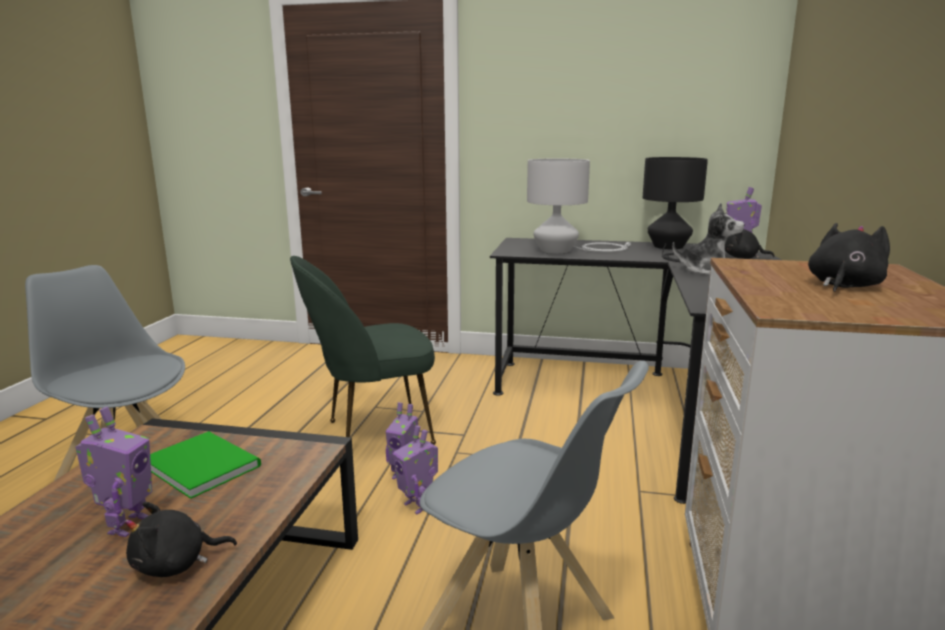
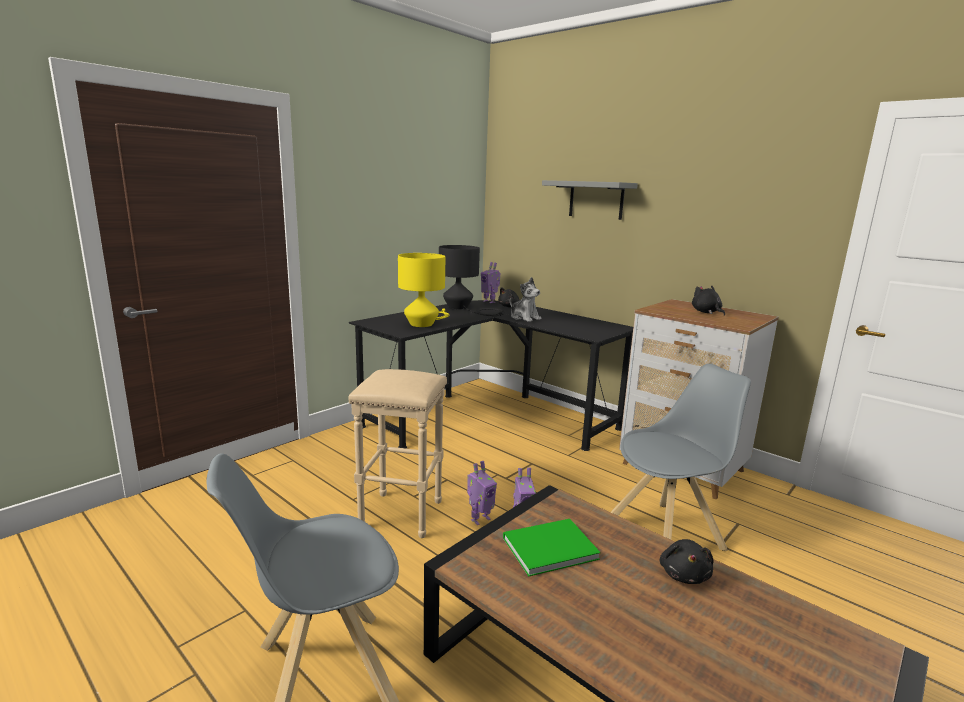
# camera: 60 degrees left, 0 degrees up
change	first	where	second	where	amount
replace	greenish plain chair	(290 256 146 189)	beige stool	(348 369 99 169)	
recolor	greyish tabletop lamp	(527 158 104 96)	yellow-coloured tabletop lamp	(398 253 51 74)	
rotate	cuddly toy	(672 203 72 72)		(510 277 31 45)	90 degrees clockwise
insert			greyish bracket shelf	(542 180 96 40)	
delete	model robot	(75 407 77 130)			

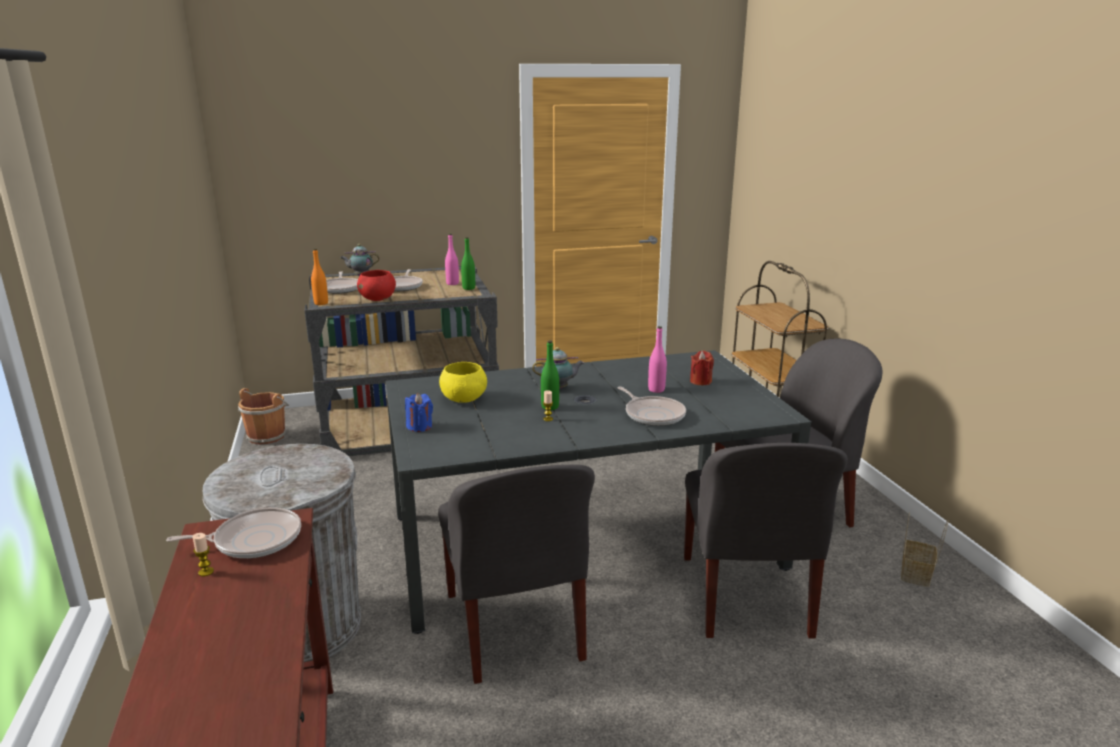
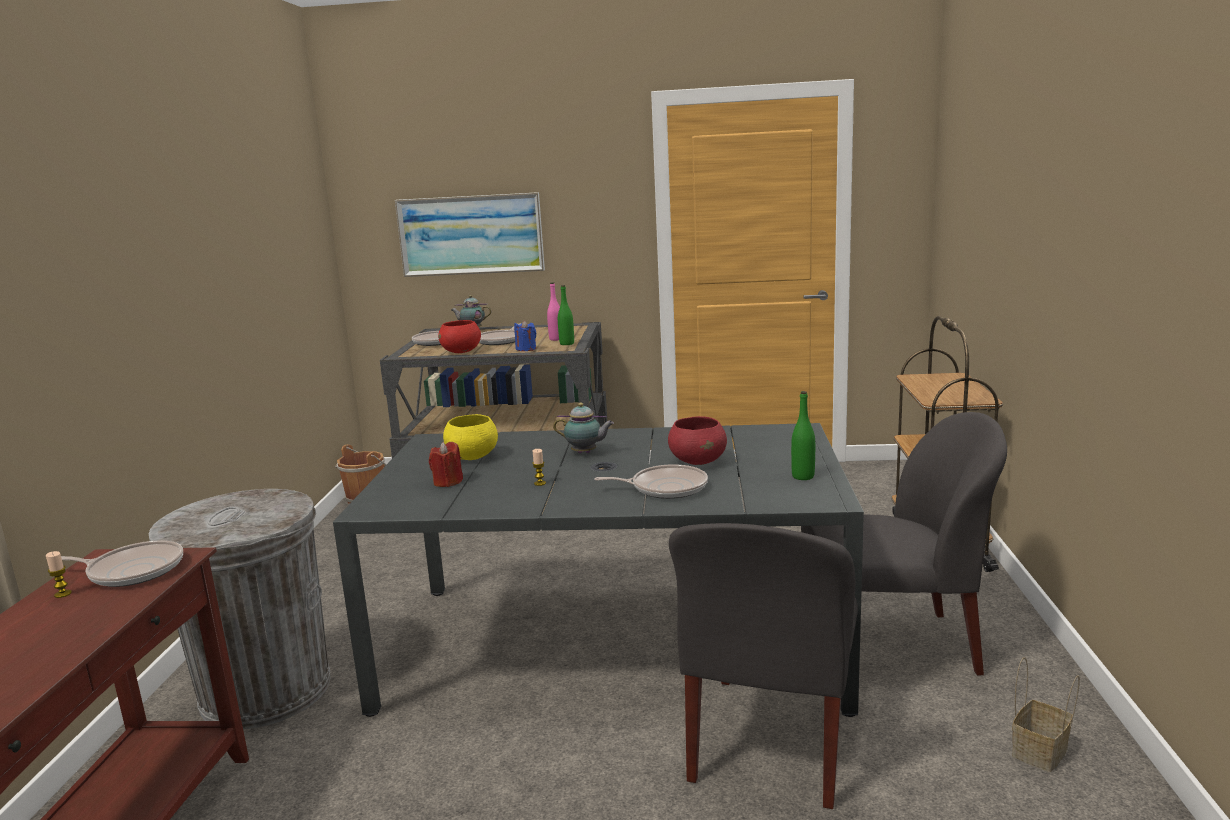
# camera: 20 degrees right, 5 degrees down
change	first	where	second	where	amount
insert			picture	(395 192 150 85)	
move	red candle	(690 351 24 34)		(429 442 34 45)	
move	blue-coloured candle	(405 393 28 39)		(514 320 22 31)	
rotate	frying pan	(617 387 69 39)		(594 464 114 35)	75 degrees counterclockwise
replace	pinkish beverage bottle	(648 326 19 67)	red serving bowl	(668 416 59 49)	
move	greenish beverage bottle	(541 340 18 70)		(791 391 24 89)	
delete	orange-coloured beverage bottle	(311 249 17 56)			
delete	greyish plain chair	(438 465 157 219)			

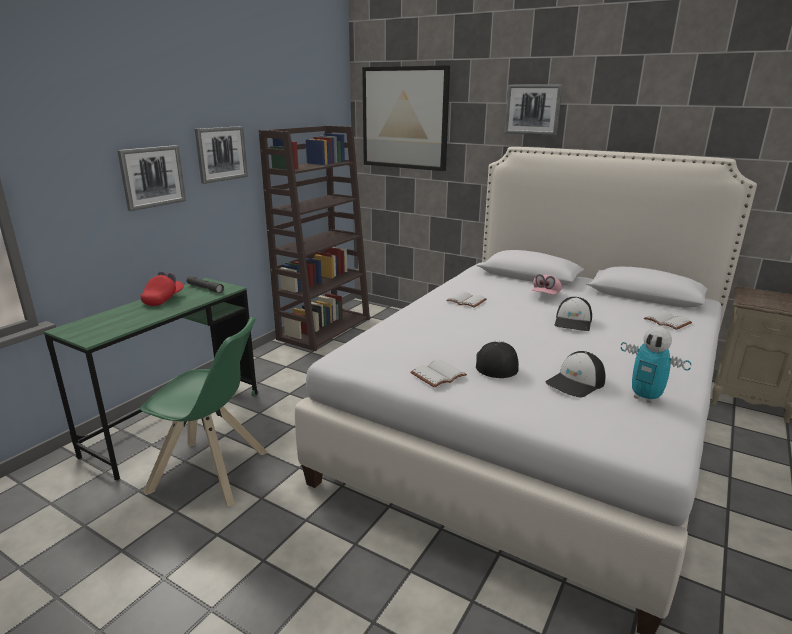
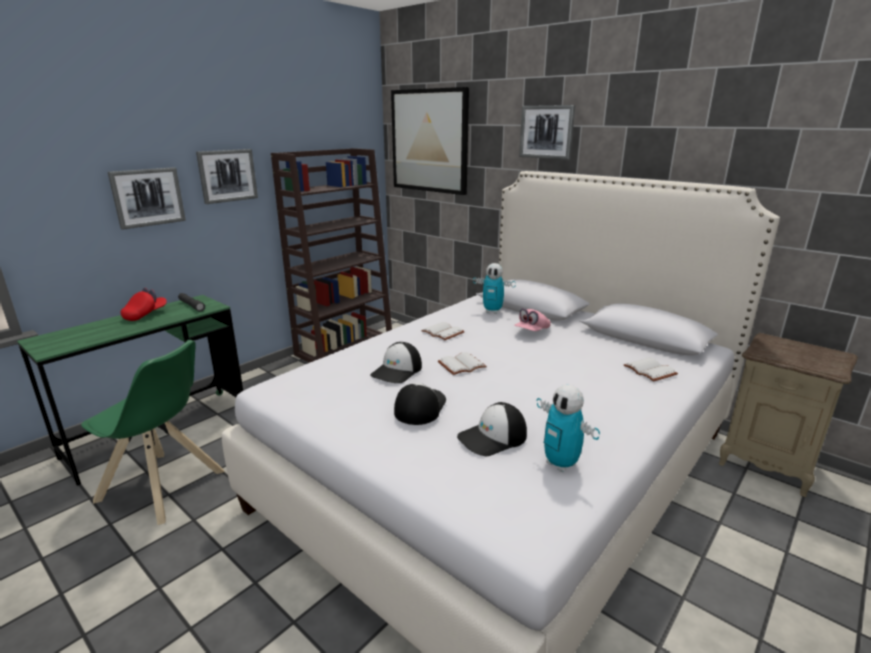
# camera: 10 degrees right, 0 degrees up
change	first	where	second	where	amount
move	cap	(555 297 37 34)		(370 342 52 41)	
move	whitish book	(410 359 57 29)		(438 352 49 23)	
insert			model robot	(473 263 43 51)	

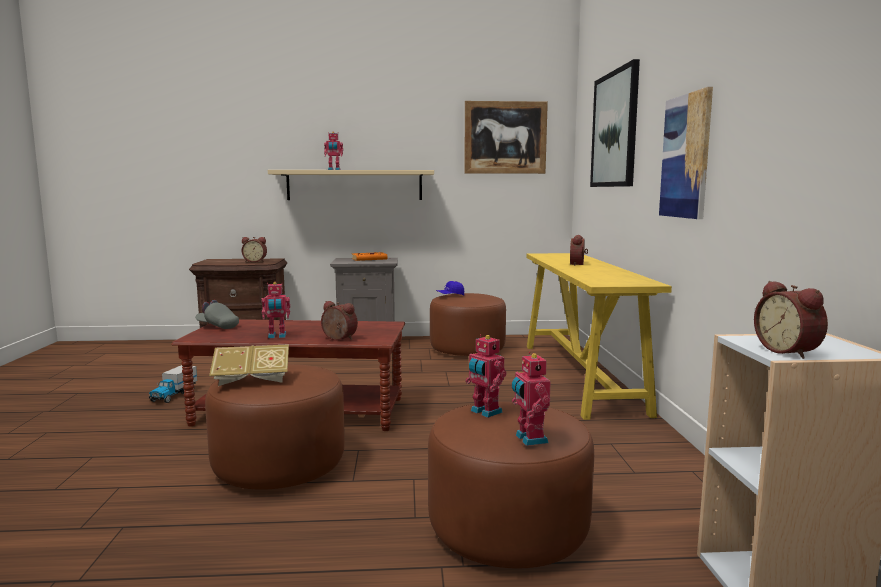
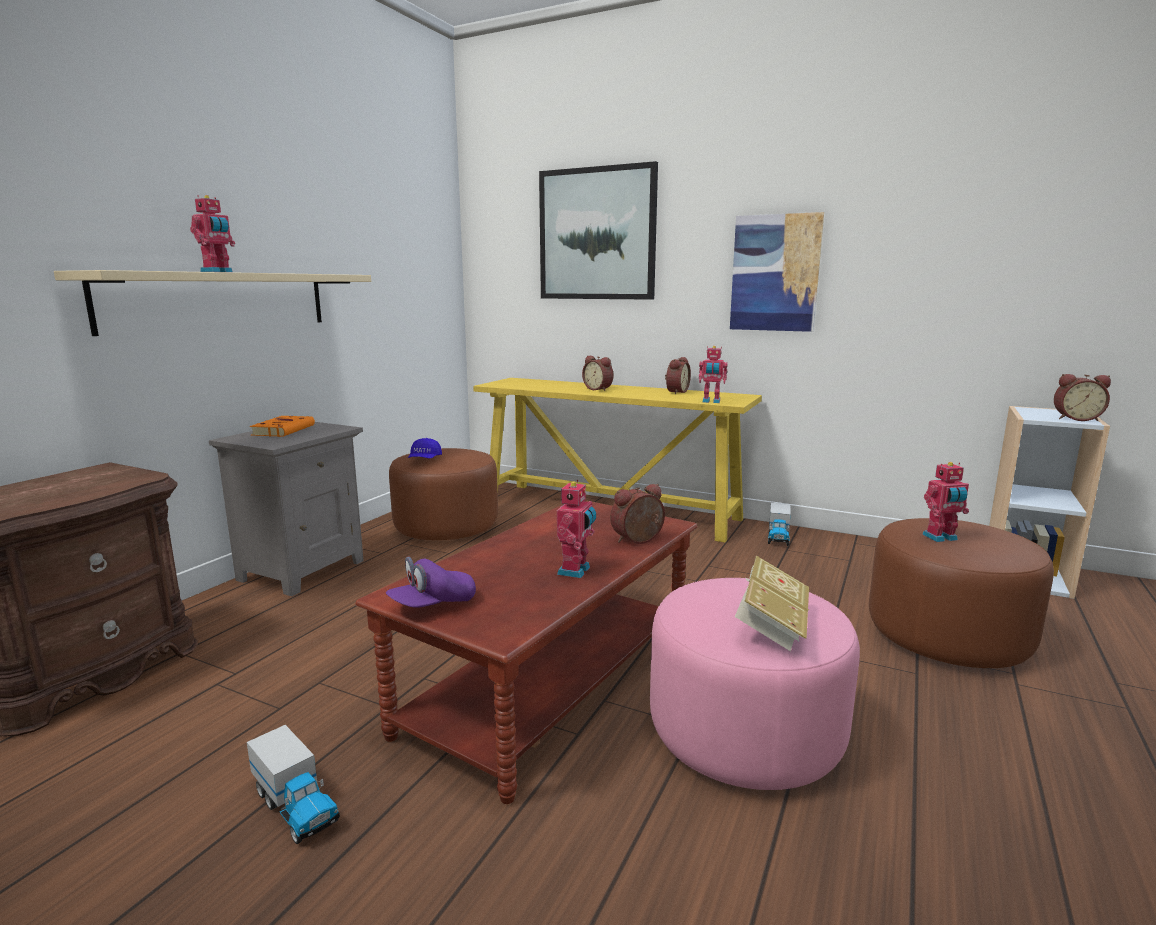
# camera: 60 degrees left, 5 degrees up
change	first	where	second	where	amount
recolor	greyish cap	(195 300 44 29)	purplish cap	(386 556 90 52)	
recolor	brownish pouffe	(205 364 140 126)	pinkish pouffe	(650 578 210 212)	
move	alarm clock	(242 237 25 25)		(665 357 26 37)	
move	model robot	(512 352 39 94)		(699 346 29 57)	
insert			model truck	(768 503 23 43)	
delete	picture	(464 101 84 73)			

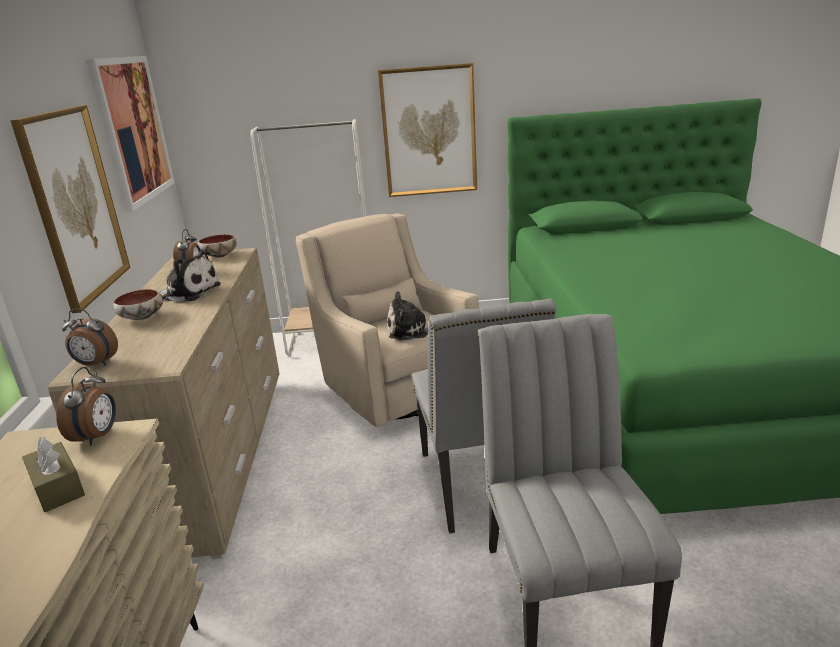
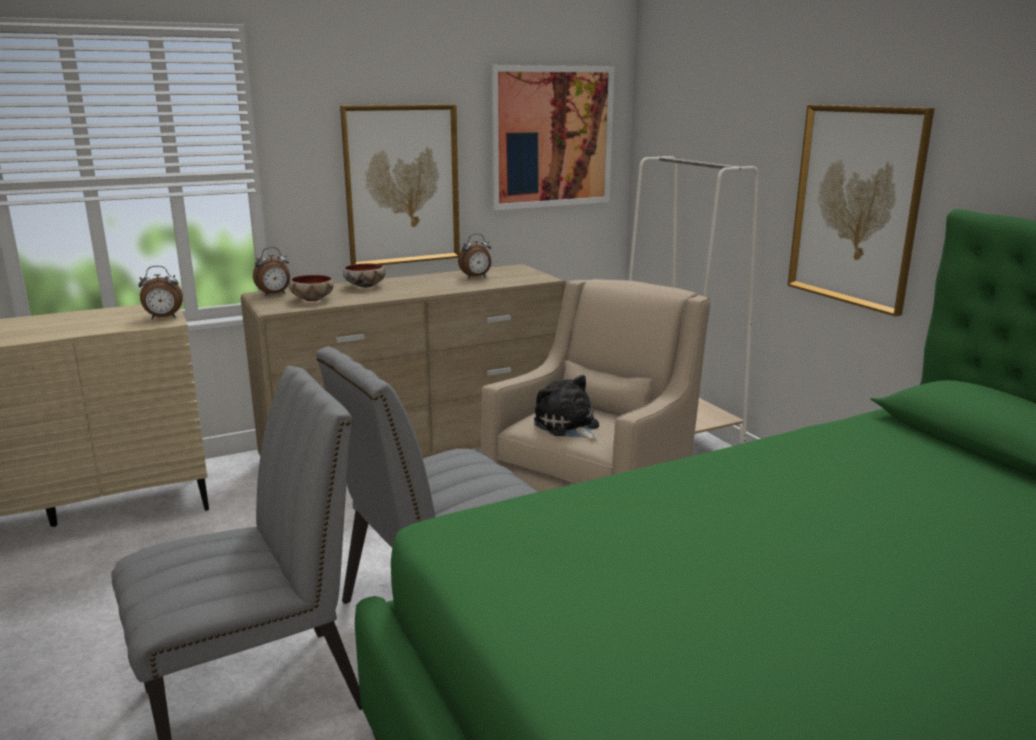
# camera: 65 degrees right, 5 degrees down
change	first	where	second	where	amount
rotate	alarm clock	(62 309 56 57)		(253 247 37 49)	105 degrees counterclockwise
move	serving bowl	(198 234 39 24)		(289 275 45 26)	
delete	brownish box of tissues	(22 437 63 75)			
delete	cuddly toy	(157 251 64 52)			

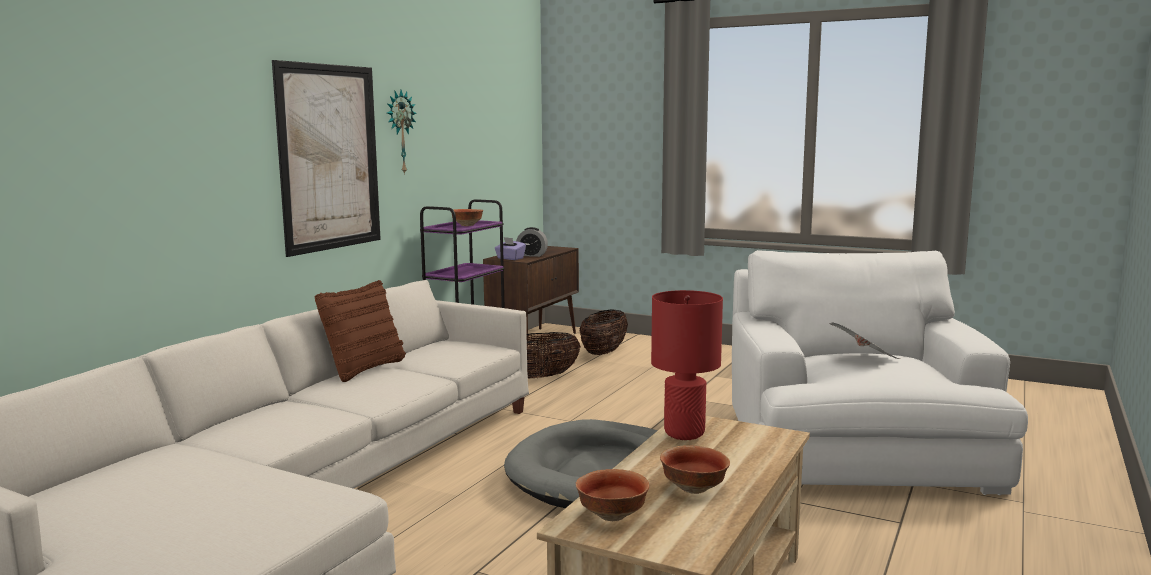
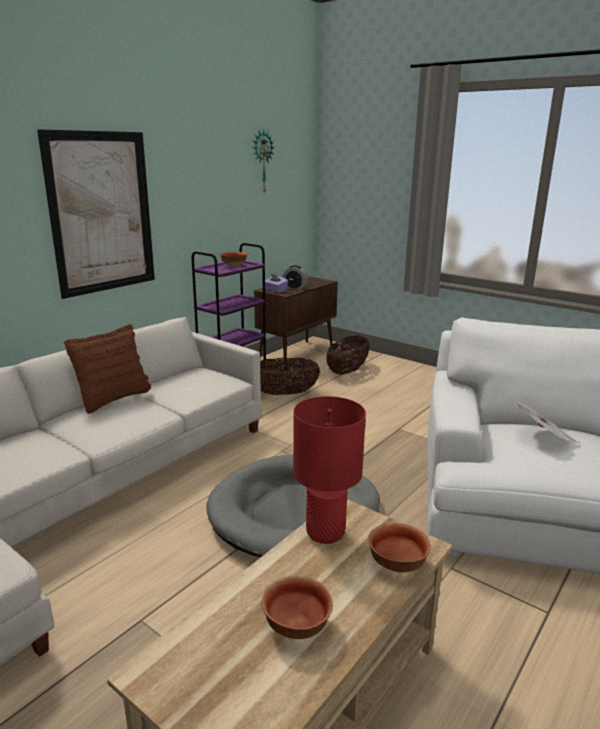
# camera: 10 degrees right, 10 degrees up
change	first	where	second	where	amount
move	clock on the wall	(387 90 30 85)		(252 129 23 65)	
move	serving bowl	(576 469 73 52)		(368 523 63 50)	

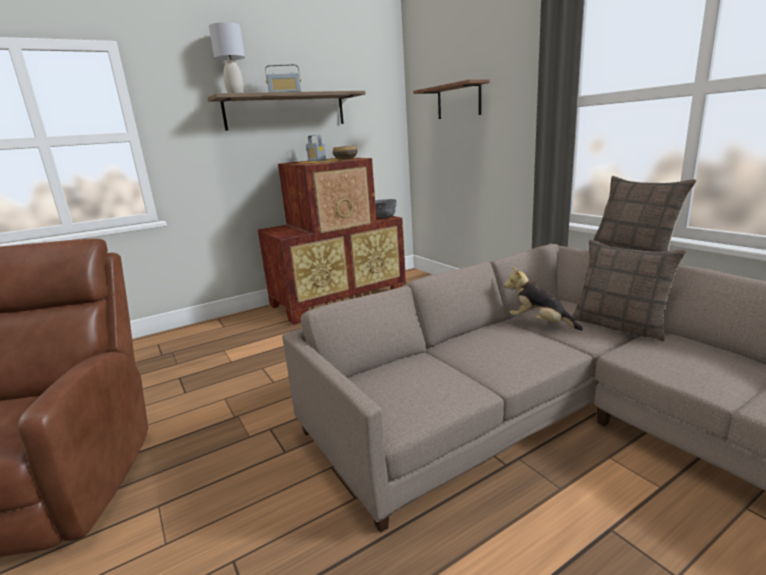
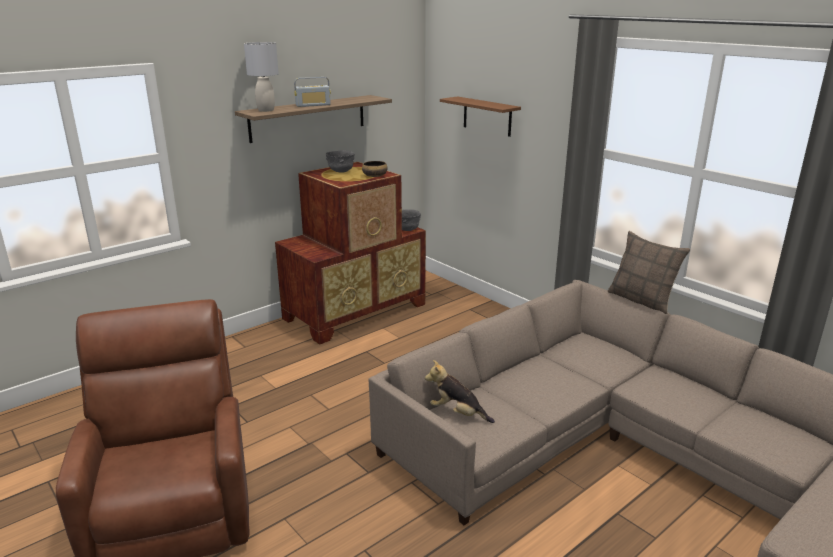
# camera: 10 degrees left, 5 degrees up
change	first	where	second	where	amount
replace	radio	(306 135 21 26)	greyish serving bowl	(326 150 29 23)	
move	cuddly toy	(504 267 79 64)		(425 360 70 63)	
delete	pillow	(572 239 115 103)			

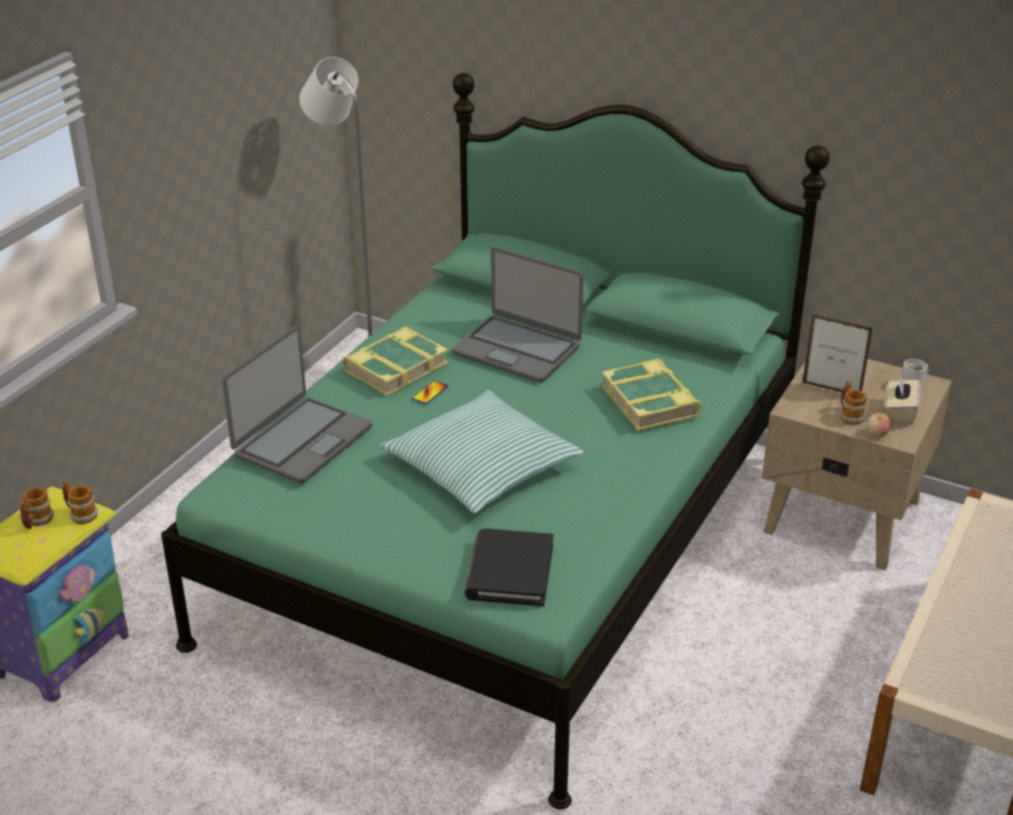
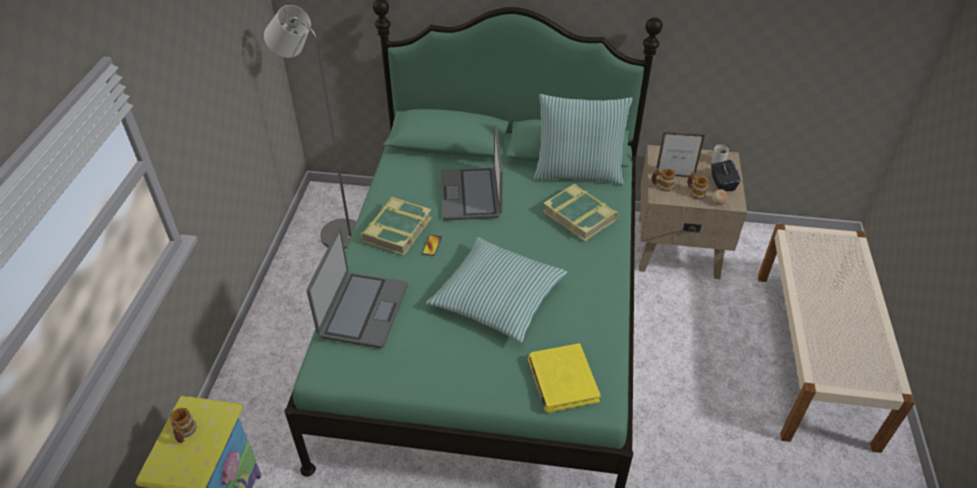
# camera: 20 degrees left, 10 degrees up
change	first	where	second	where	amount
rotate	portable computer	(452 247 132 136)		(441 124 62 97)	75 degrees clockwise
recolor	black-coloured book	(464 528 90 78)	yellow-coloured book	(528 343 73 70)	
insert			pillow	(534 94 99 91)	
move	tea mug	(63 480 35 44)		(651 168 24 24)	
recolor	beige box of tissues	(885 374 36 51)	black-coloured box of tissues	(711 160 29 31)	

